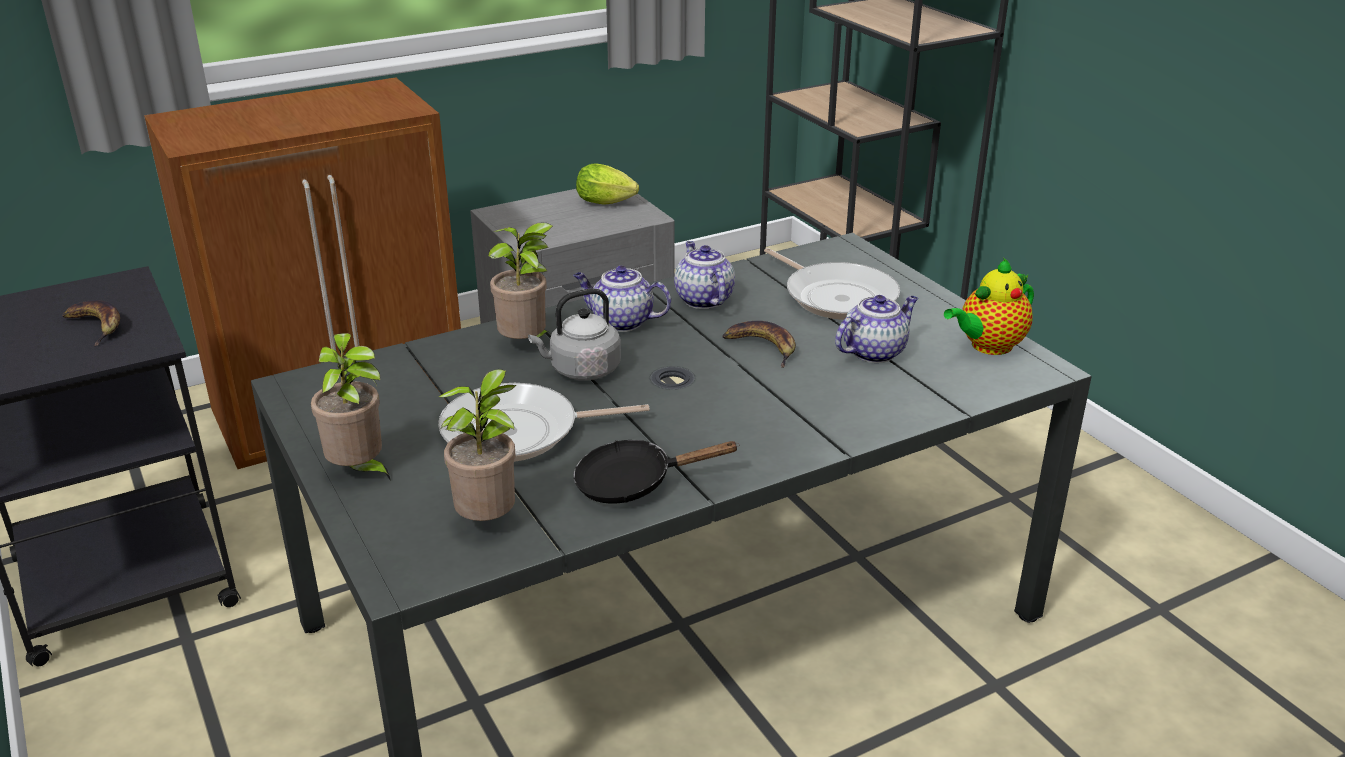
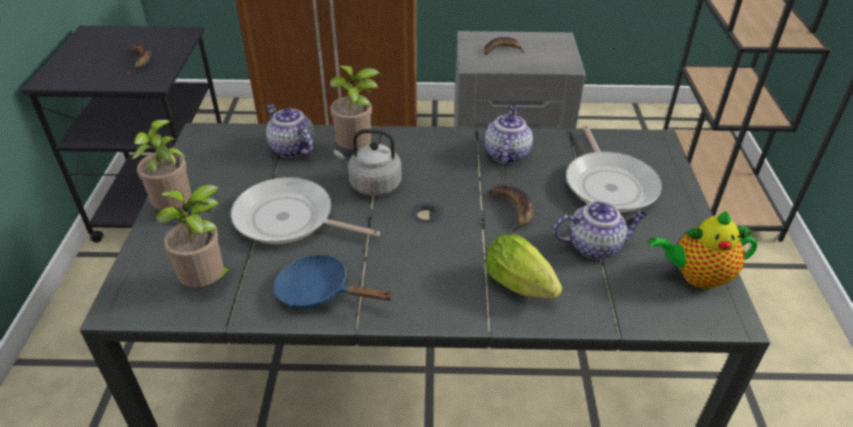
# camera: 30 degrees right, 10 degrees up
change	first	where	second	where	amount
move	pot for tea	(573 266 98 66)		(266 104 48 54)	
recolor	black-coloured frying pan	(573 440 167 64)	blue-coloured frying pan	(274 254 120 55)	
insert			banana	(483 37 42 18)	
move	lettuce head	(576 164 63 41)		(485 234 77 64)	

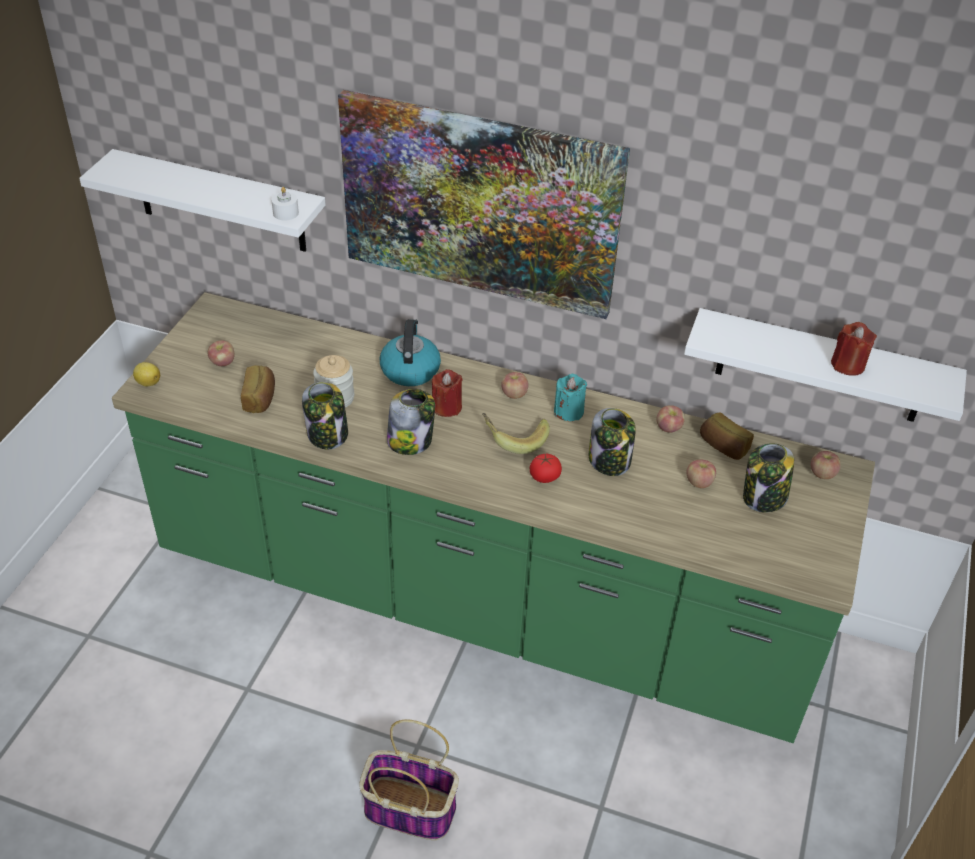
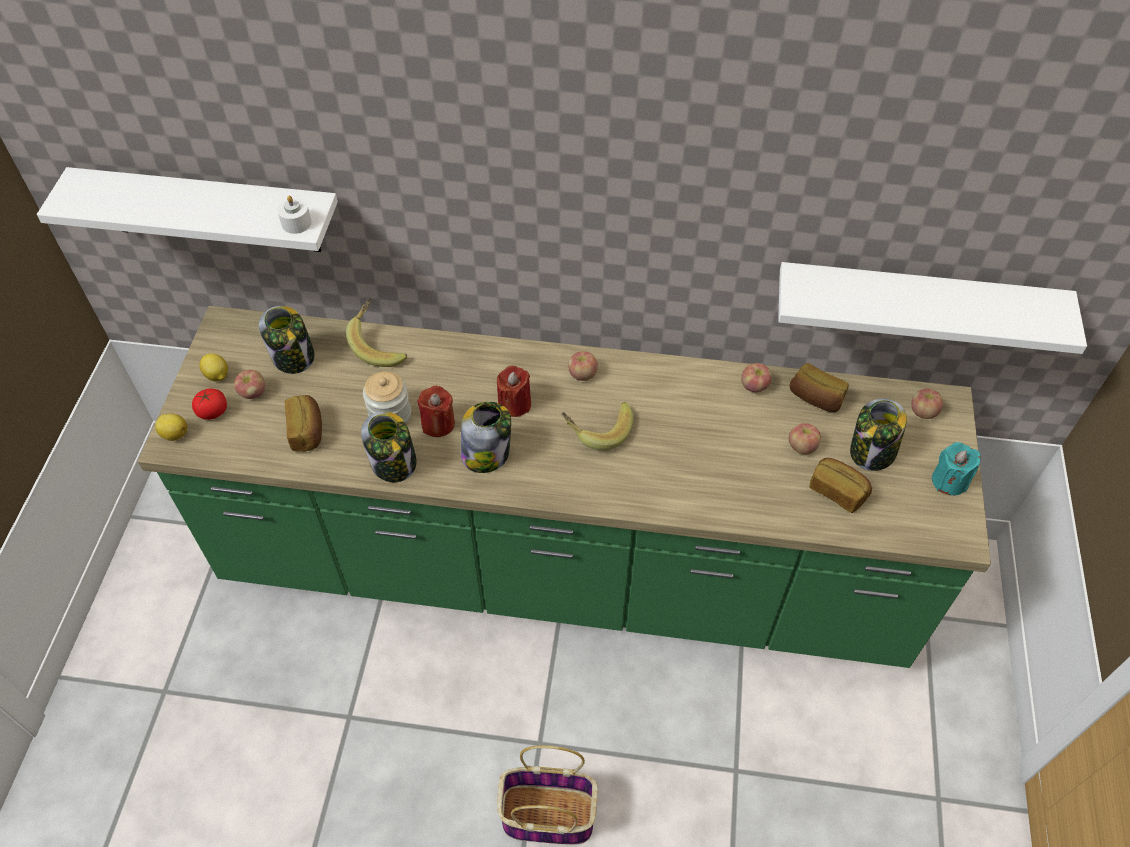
# camera: 10 degrees left, 10 degrees up
change	first	where	second	where	amount
move	fresh tomato	(530 454 32 29)		(192 389 35 31)	
insert			citrus fruit	(199 353 29 28)	
move	storage jar	(589 408 47 68)		(259 306 56 68)	
insert			banana	(346 298 61 69)	
move	red candle	(831 322 46 54)		(417 385 38 52)	
insert			baked bread	(809 458 63 55)	
move	blue-green candle	(554 374 33 47)		(932 442 49 54)	
delete	picture	(338 90 292 229)			
delete	kettle	(380 319 61 67)			

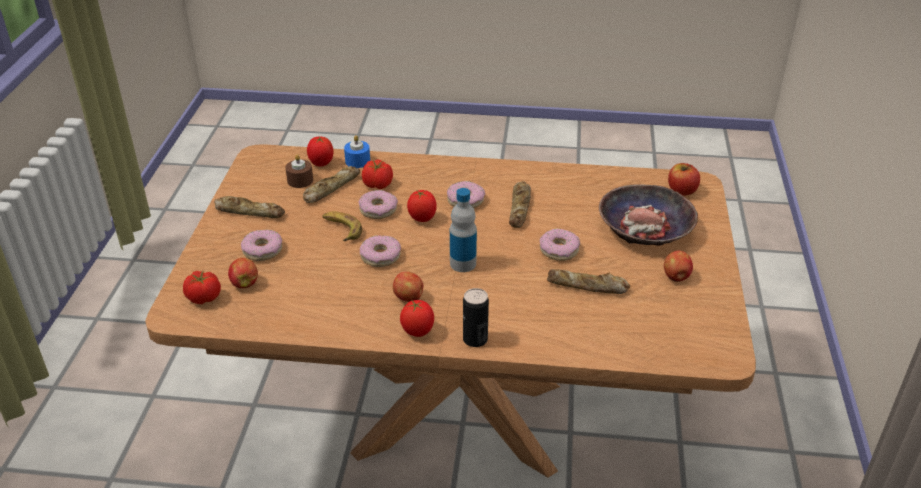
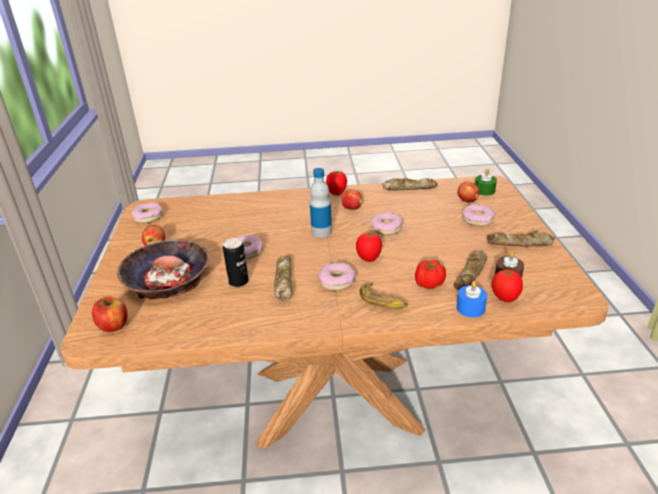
# camera: 170 degrees right, 5 degrees down
change	first	where	second	where	amount
move	donut	(359 190 39 29)		(131 202 32 21)	
move	metal can	(463 288 26 59)		(223 238 26 49)	
move	banana	(322 212 40 29)		(360 284 48 25)	
move	baked bread	(547 269 83 25)		(382 178 56 13)	
replace	fresh tomato	(183 270 38 34)	greenish candle	(475 169 22 27)	

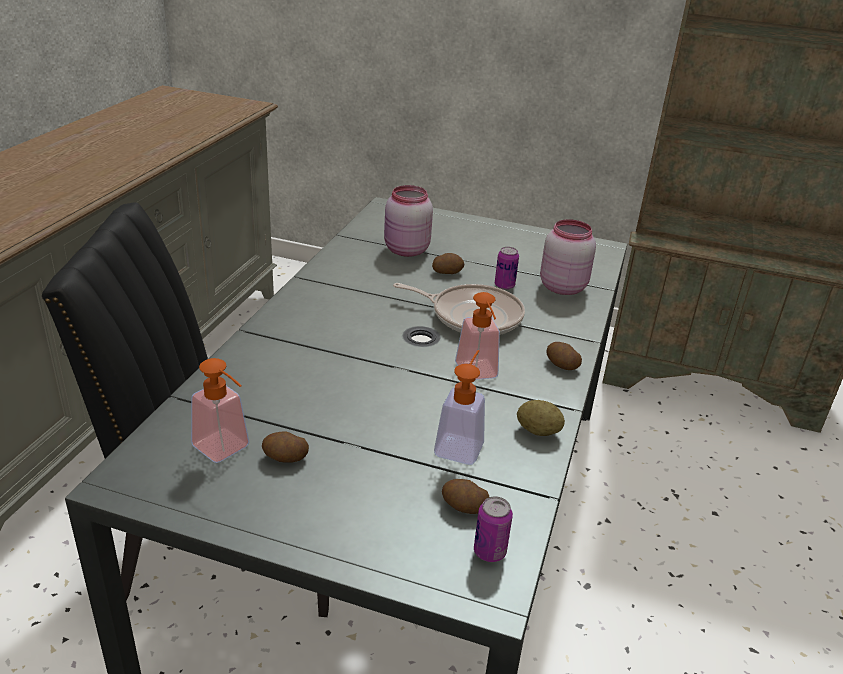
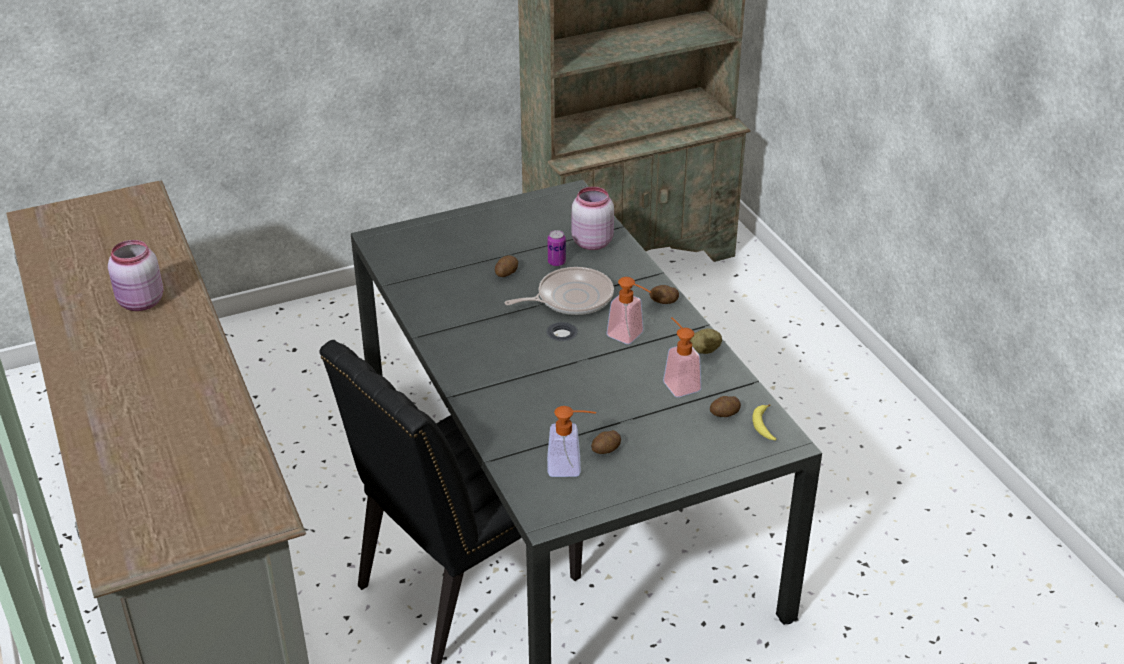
# camera: 40 degrees left, 5 degrees up
change	first	where	second	where	amount
move	pinkish storage jar	(384 185 49 72)		(108 240 55 71)	
replace	metal can	(474 496 39 66)	banana	(752 404 25 37)	

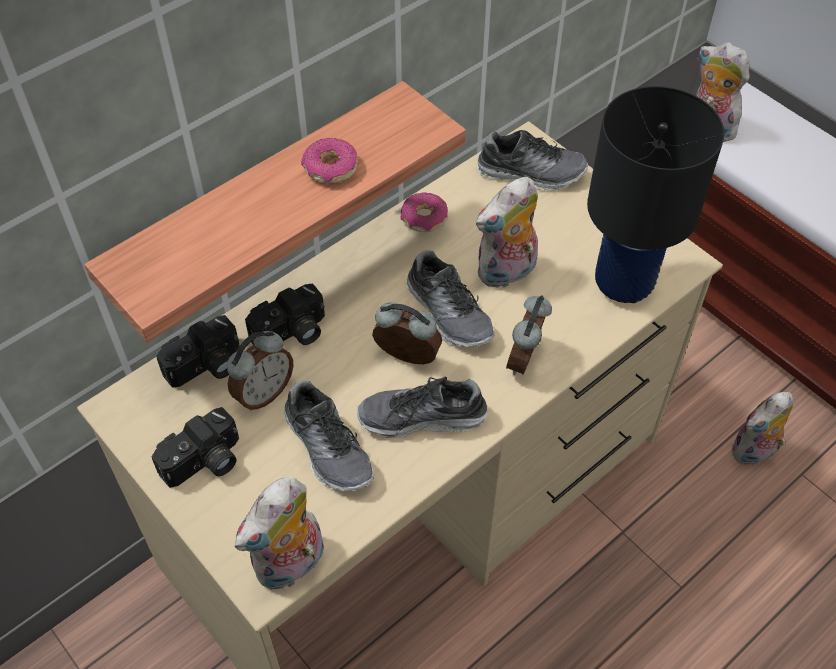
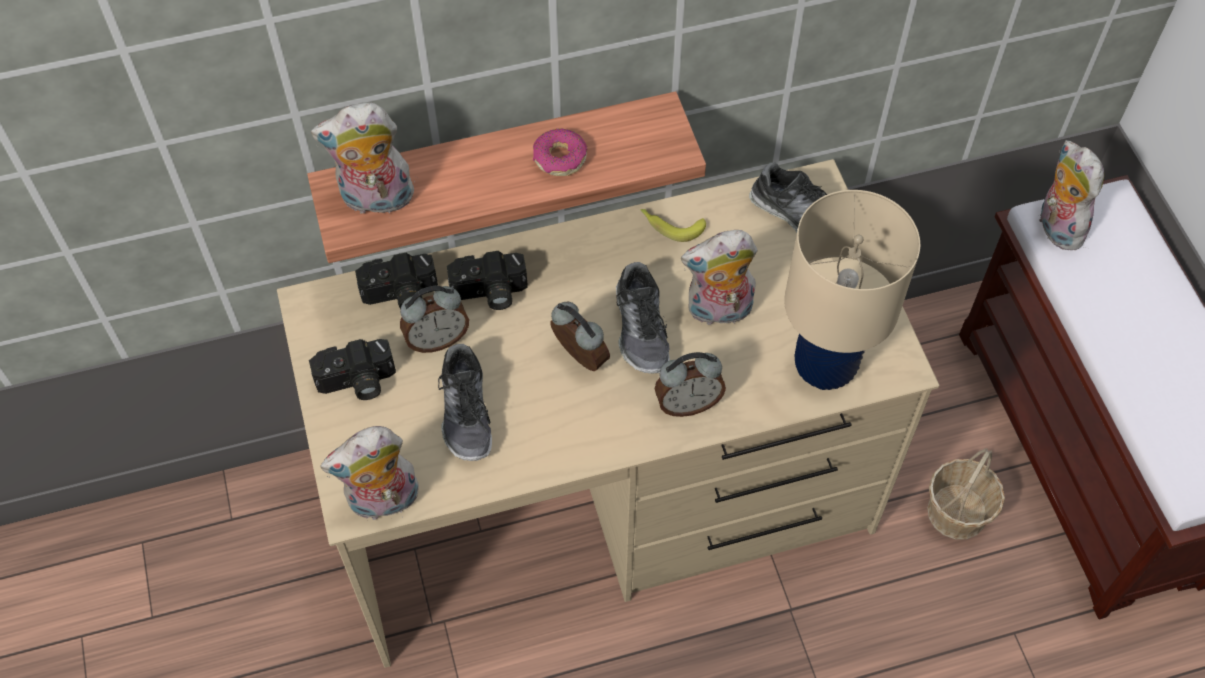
# camera: 25 degrees right, 5 degrees up
change	first	where	second	where	amount
move	cuddly toy	(731 392 62 73)		(311 102 105 112)	
replace	donut	(401 192 47 40)	banana	(640 209 66 33)	
rotate	alarm clock	(506 295 46 80)		(655 352 71 65)	150 degrees counterclockwise
recolor	black-coloured tabletop lamp	(587 86 137 217)	beige tabletop lamp	(784 190 136 200)	
insert			household basket	(927 448 78 91)	
delete	low shoe	(357 377 131 61)			

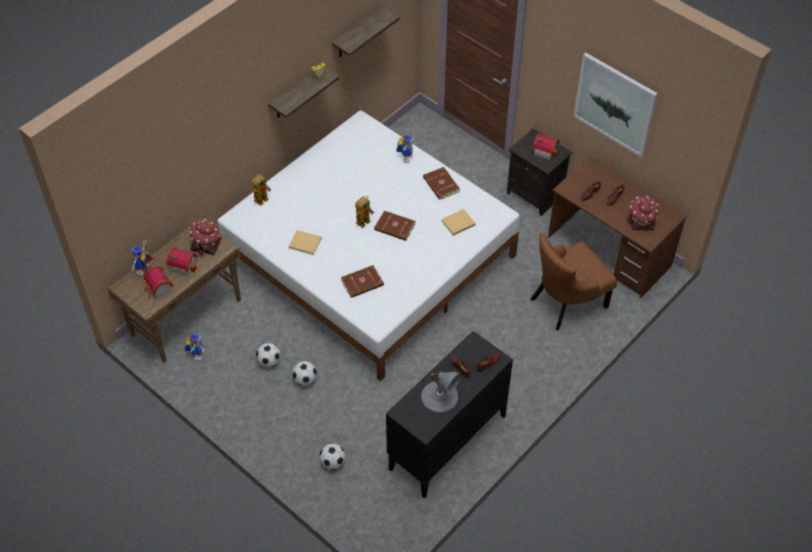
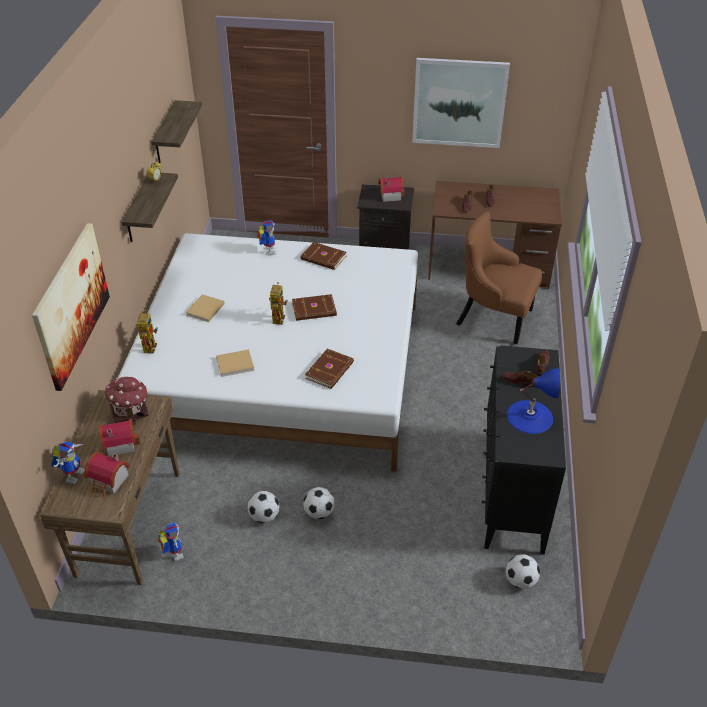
# camera: 35 degrees left, 10 degrees down
change	first	where	second	where	amount
insert			picture	(32 223 78 168)	
rotate	model robot	(131 240 22 36)		(51 441 34 43)	150 degrees counterclockwise
move	beige book	(441 209 35 27)		(186 294 39 28)	
rotate	brownish plain chair	(531 233 86 97)		(456 211 86 133)	90 degrees clockwise
move	football	(319 443 27 27)		(506 554 34 35)	
recolor	greyish tabletop lamp	(421 372 40 40)	blue-coloured tabletop lamp	(507 368 53 66)	
delete	model house	(626 196 33 34)			

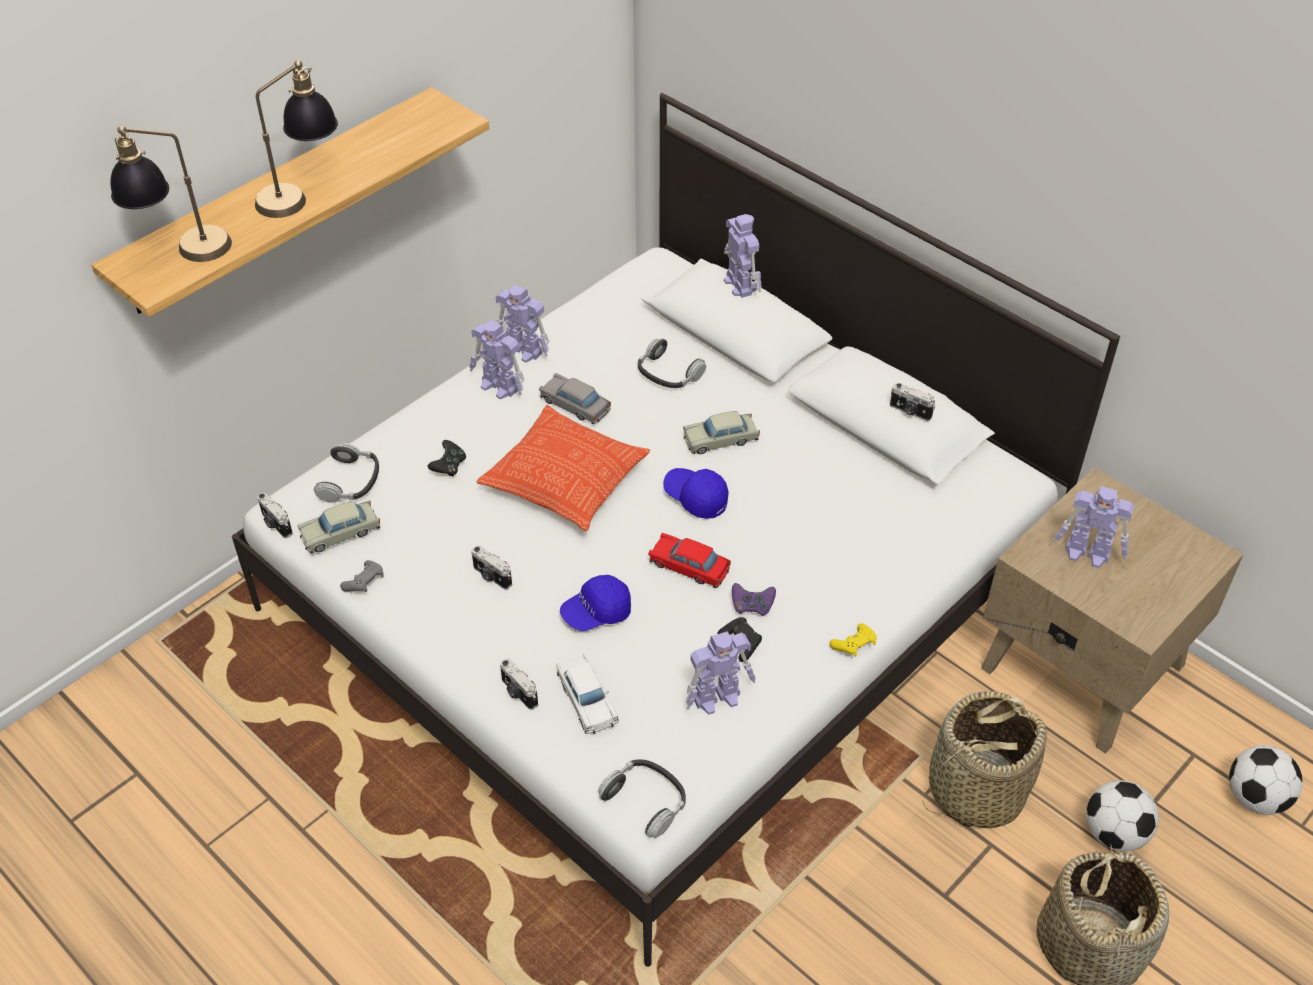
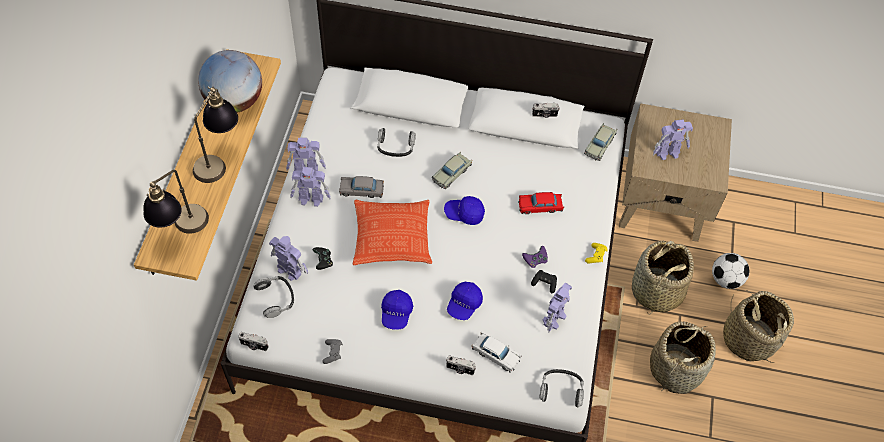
# camera: 35 degrees left, 10 degrees up
change	first	where	second	where	amount
insert			globe	(198 50 64 63)	
move	model robot	(724 214 38 84)		(269 236 39 45)	
replace	still camera	(471 545 41 45)	blue-coloured cap	(381 290 32 40)	
move	red toy car	(648 533 83 55)		(518 192 46 22)	
move	beige toy car	(297 500 83 53)		(584 123 33 38)	
insert			household basket	(650 321 66 73)	
delete	football	(1229 745 74 70)			

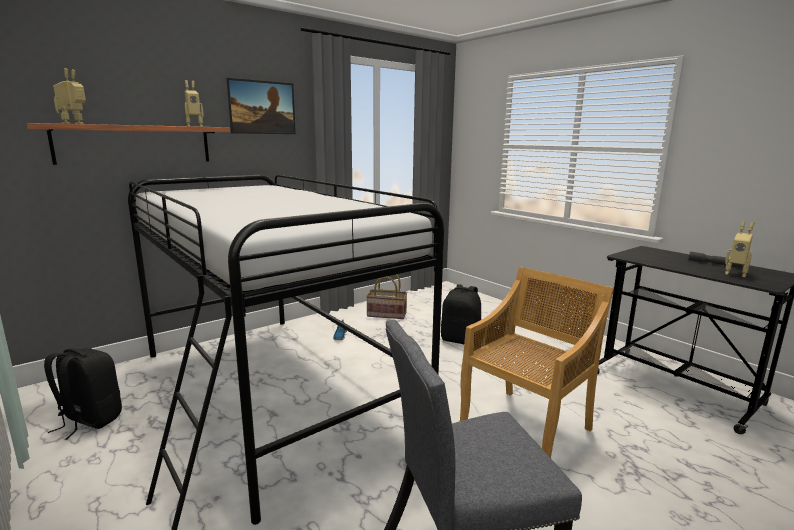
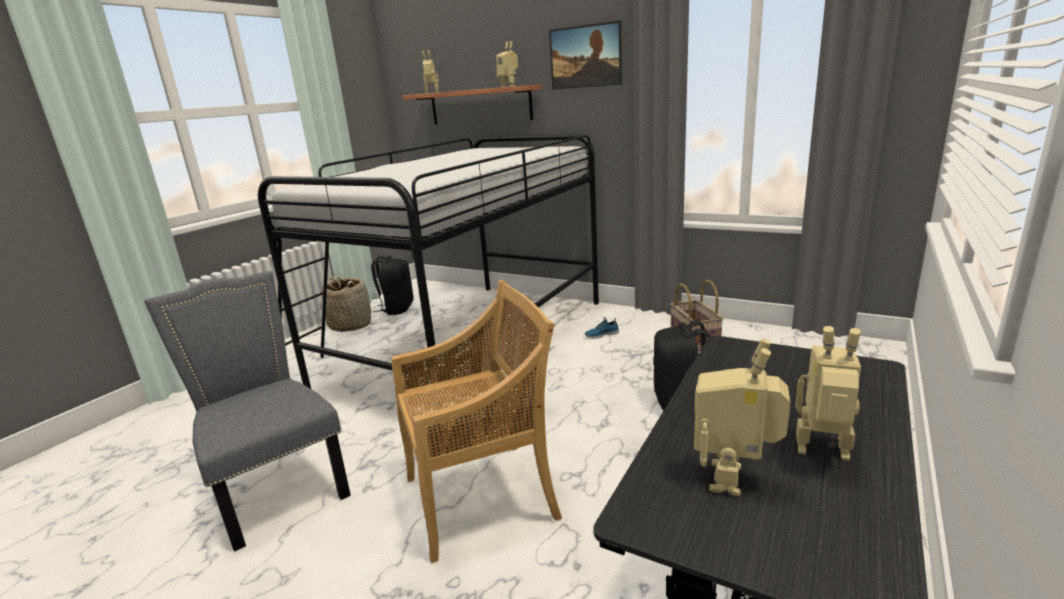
# camera: 70 degrees right, 5 degrees up
change	first	where	second	where	amount
insert			household basket	(322 276 49 56)	
rotate	beige plain chair	(460 266 154 192)		(391 280 171 283)	45 degrees counterclockwise
replace	greyish flashlight	(688 251 55 17)	model robot	(795 326 66 135)	

